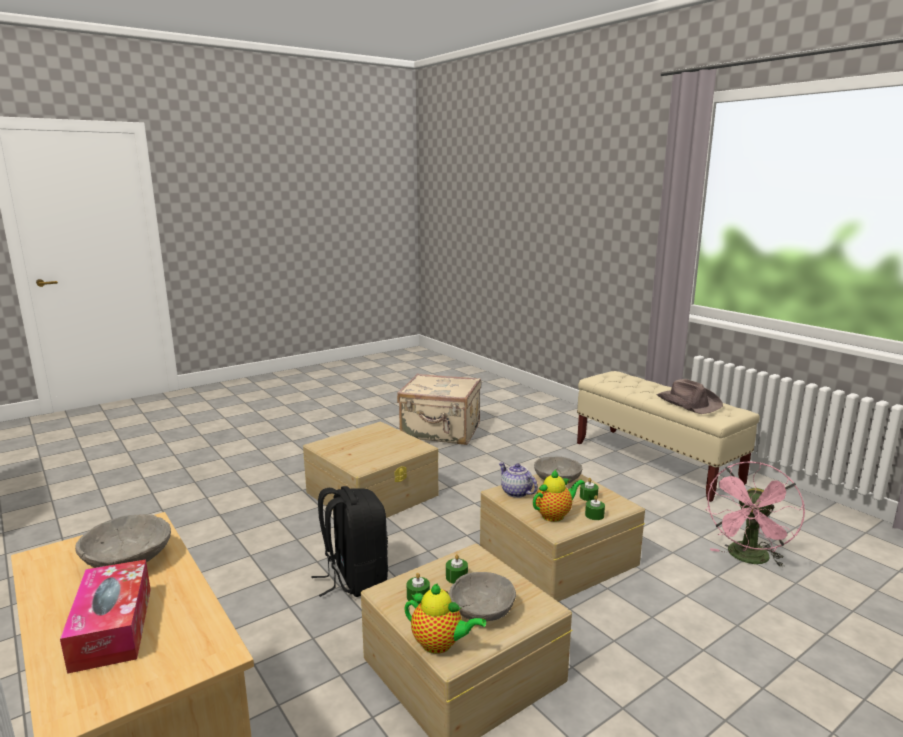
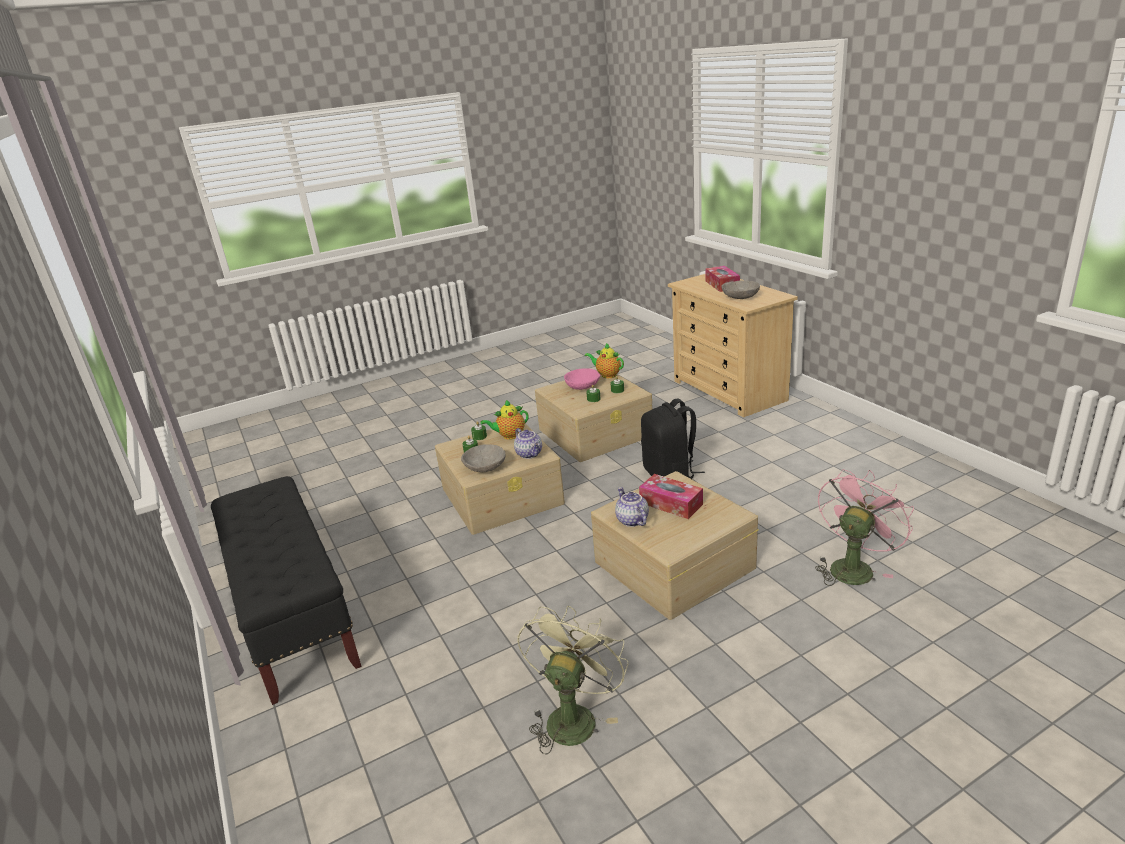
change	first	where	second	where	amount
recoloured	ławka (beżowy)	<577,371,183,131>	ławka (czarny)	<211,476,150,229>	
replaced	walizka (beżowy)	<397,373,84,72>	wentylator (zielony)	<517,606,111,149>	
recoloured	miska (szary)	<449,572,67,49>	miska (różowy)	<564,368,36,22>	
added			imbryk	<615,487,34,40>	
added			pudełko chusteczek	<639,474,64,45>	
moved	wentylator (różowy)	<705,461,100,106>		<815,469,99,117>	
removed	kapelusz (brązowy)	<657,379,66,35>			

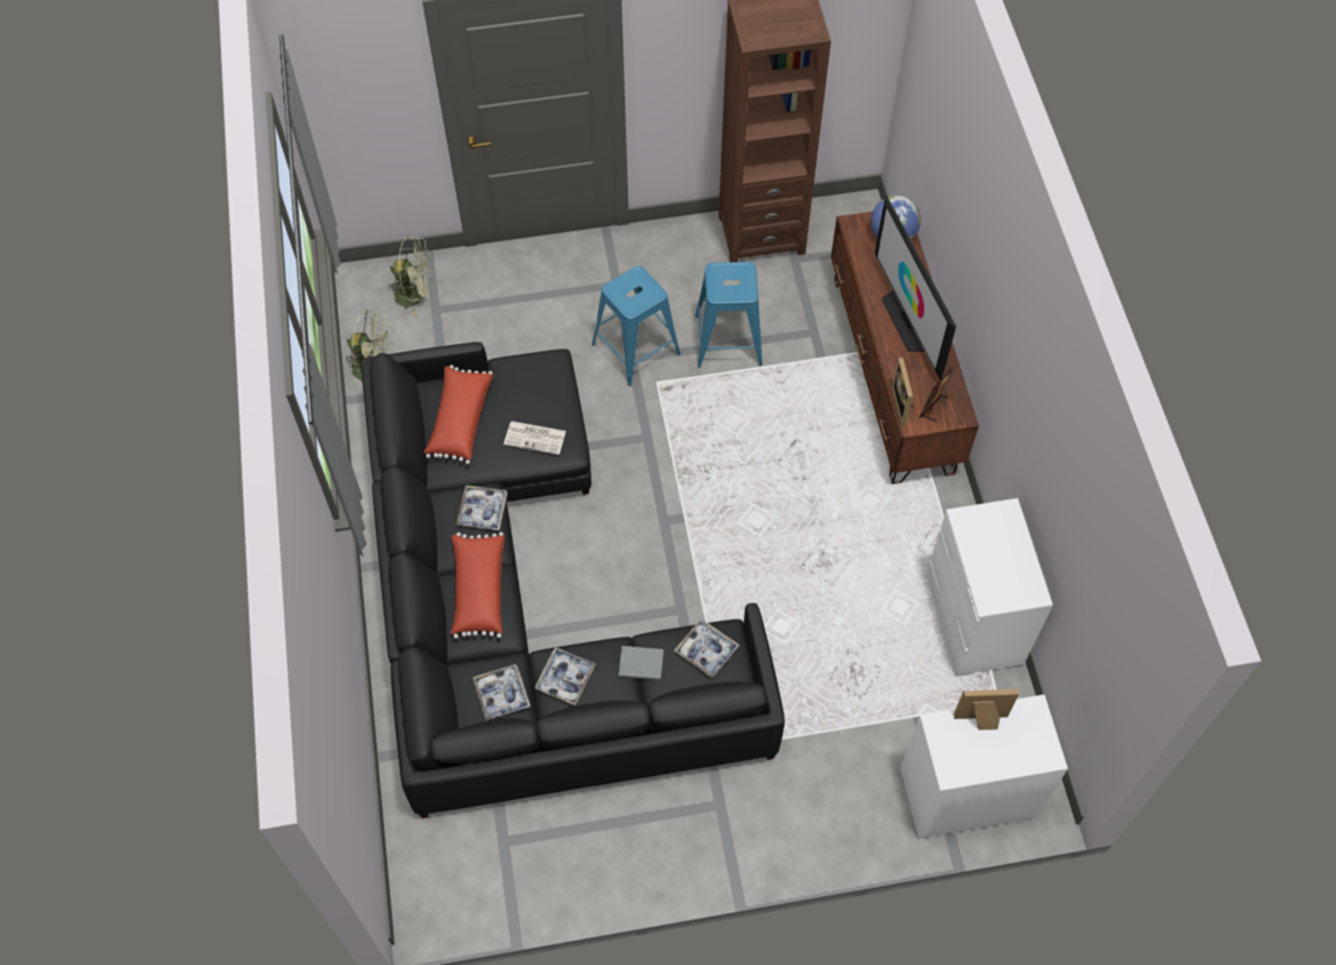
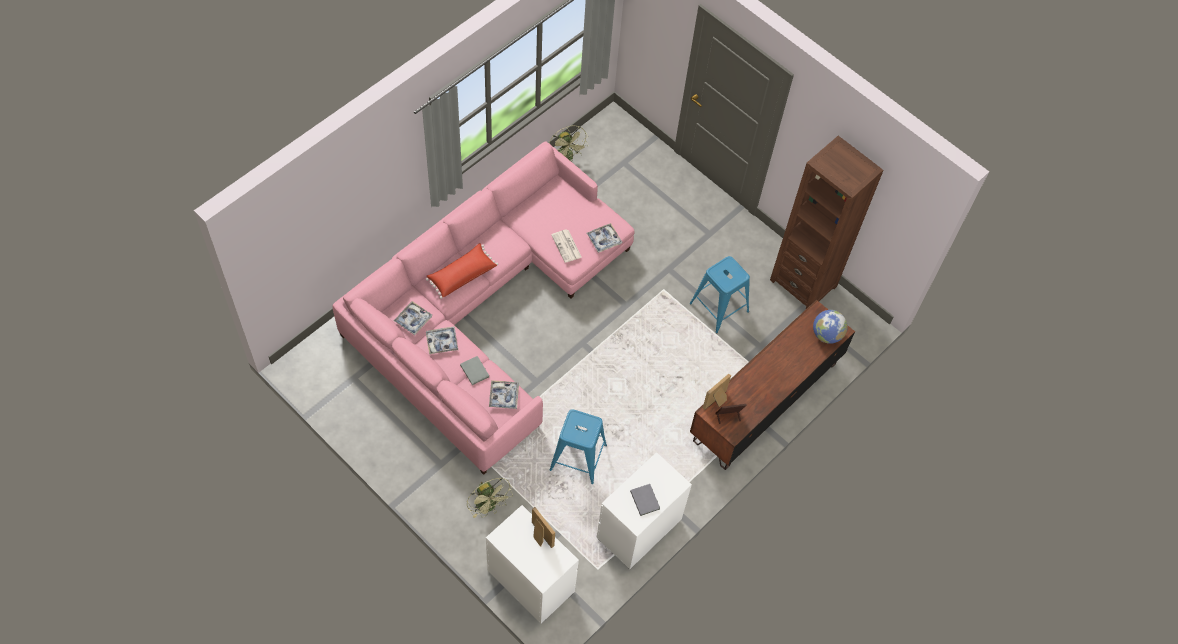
change	first	where	second	where	amount
recoloured	kanapa (czarny)	<361,342,424,476>	kanapa (różowy)	<332,141,303,334>	
moved	wentylator (zielony)	<387,236,47,81>		<467,478,46,40>	
moved	stołek (niebieski)	<592,266,89,120>		<550,409,57,75>	
moved	taca	<457,485,50,46>		<587,223,35,30>	
added			książka (szary)	<630,484,30,32>	
removed	poduszka (czerwony)	<424,365,69,99>			
removed	telewizor	<875,195,81,185>			

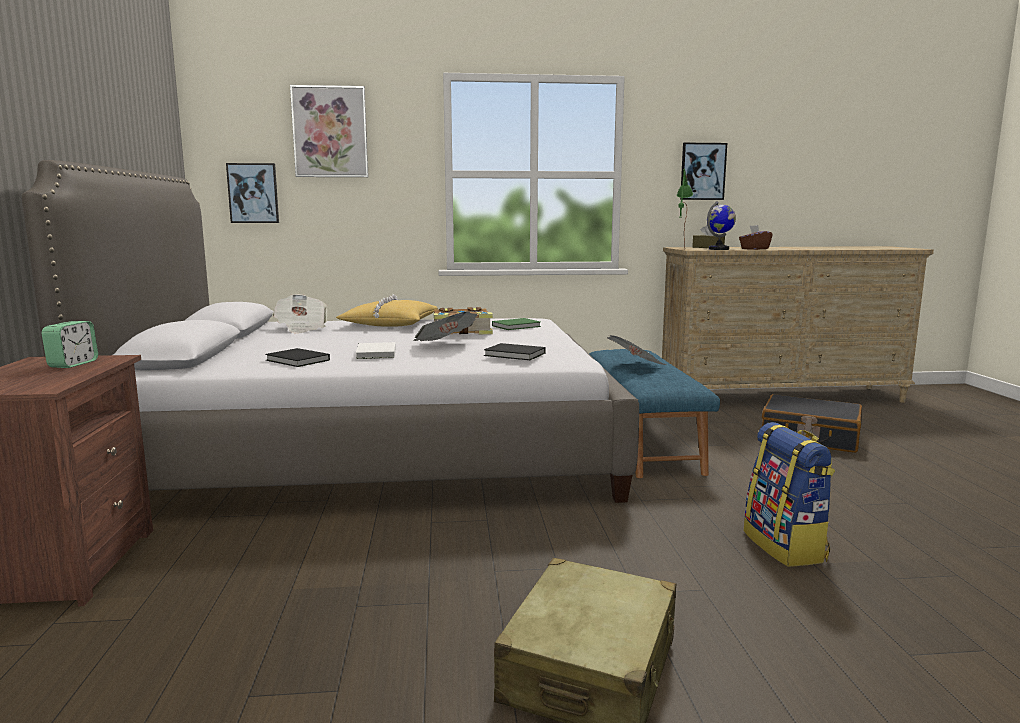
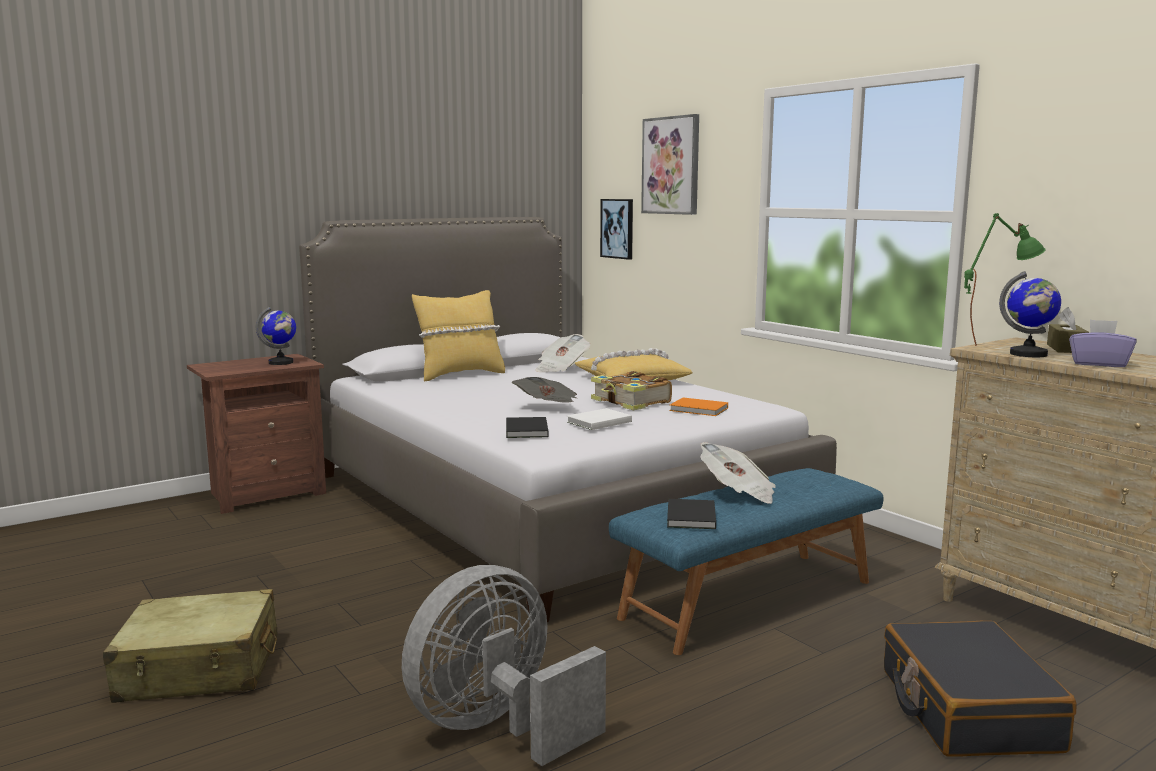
change	first	where	second	where	amount
replaced	budzik	<42,321,56,47>	globus	<256,307,40,58>	
replaced	plecak	<744,422,91,145>	wentylator (szary)	<402,565,204,201>	
added			poduszka (żółty)	<412,290,93,91>	
moved	książka (biały)	<355,342,41,17>		<567,408,65,22>	
moved	książka (czarny)	<265,348,65,19>		<667,499,49,30>	
recoloured	książka (zielony)	<492,318,49,12>	książka (pomarańczowy)	<669,398,59,18>	
recoloured	pudełko chusteczek (brązowy)	<739,225,34,25>	pudełko chusteczek (fioletowy)	<1069,320,67,47>	
removed	obraz	<680,143,47,57>			

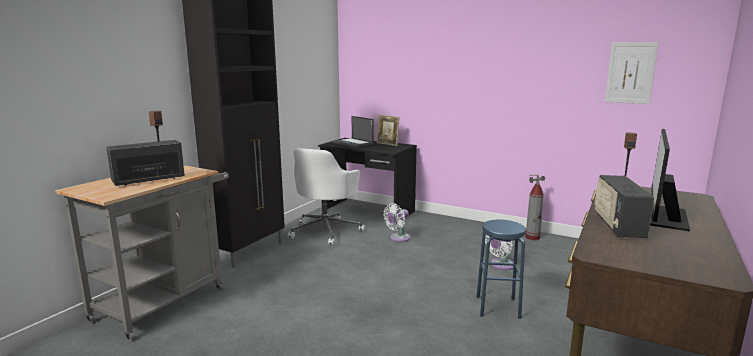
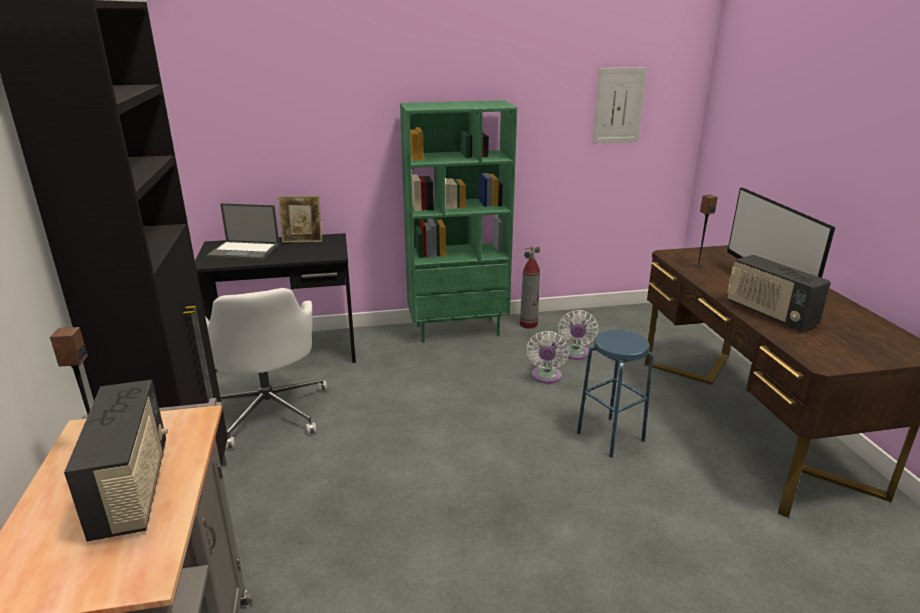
change	first	where	second	where	amount
turned	radio	<106,140,79,46>		<64,380,104,162>	150 degrees clockwise
added			regał (zielony)	<400,100,117,243>	
moved	wentylator (biały)	<383,203,28,39>		<558,310,40,50>	

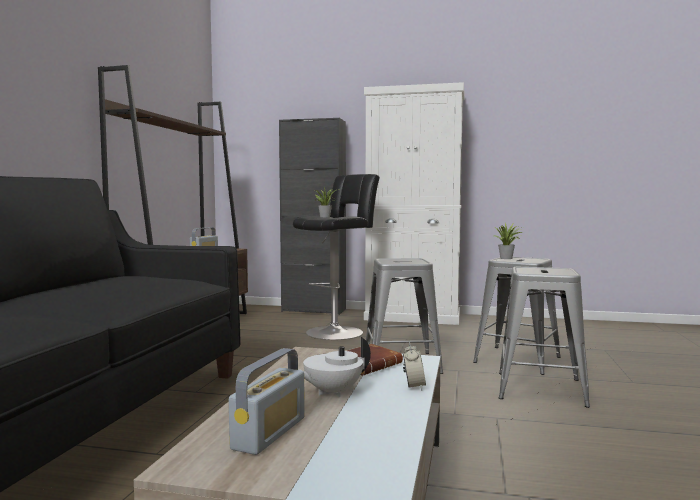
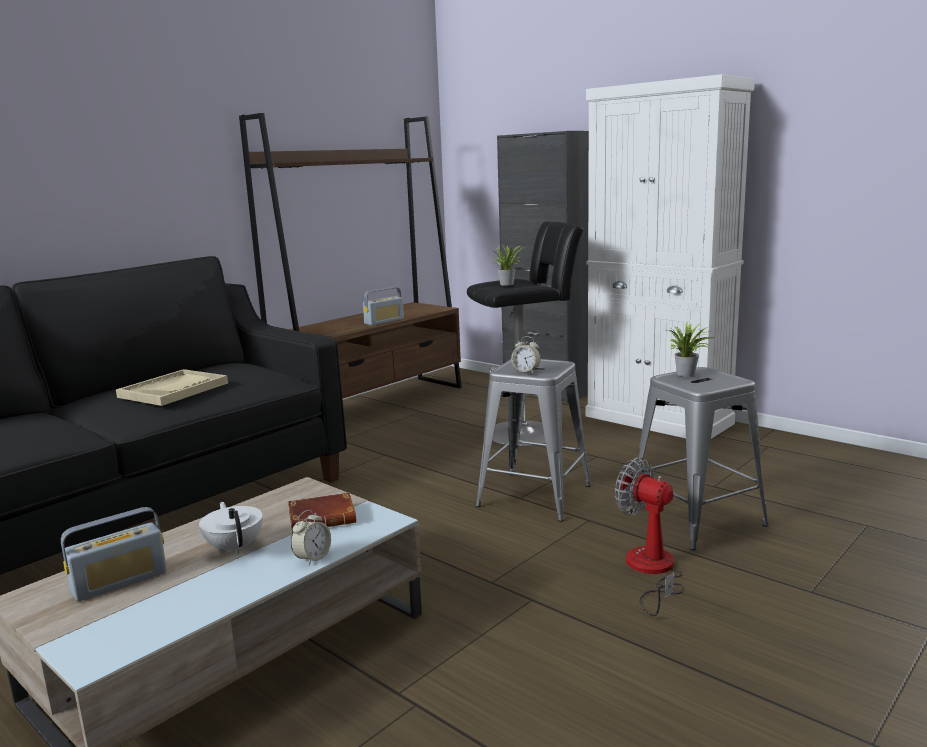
change	first	where	second	where	amount
added			taca (beżowy)	<116,369,112,37>	
turned	imbryk (biały)	<298,337,73,60>		<199,502,64,52>	60 degrees clockwise
added			budzik	<511,336,30,37>	
replaced	stołek (szary)	<499,267,91,141>	wentylator	<615,457,69,159>	

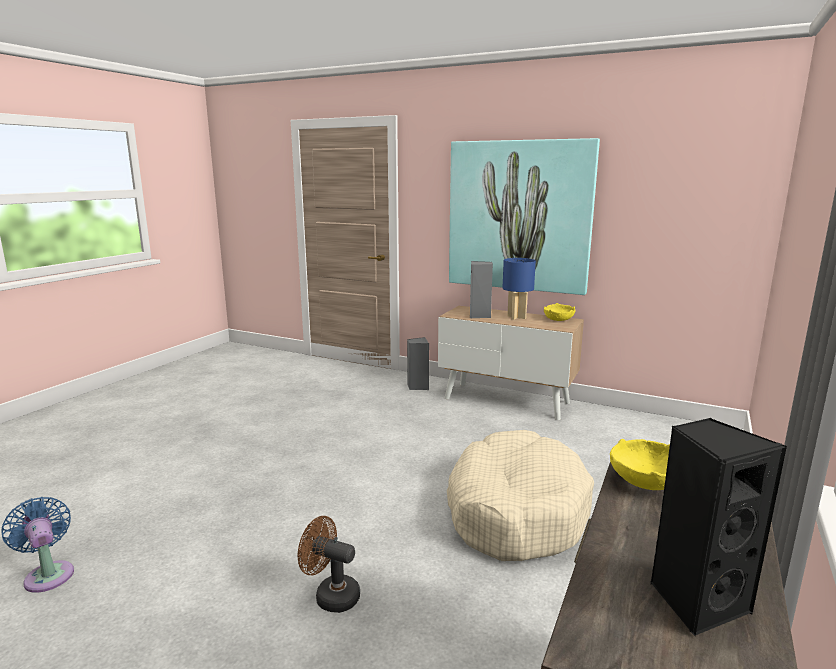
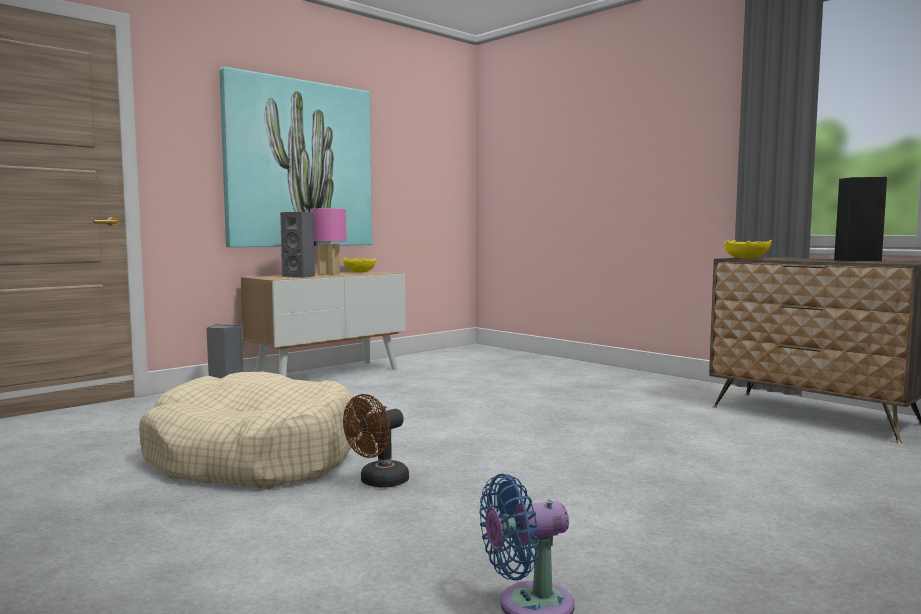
change	first	where	second	where	amount
moved	legowisko (beżowy)	<447,430,147,131>		<139,372,216,117>	
recoloured	lampa stołowa (niebieski)	<502,258,34,62>	lampa stołowa (różowy)	<310,208,36,67>	
moved	wentylator (brązowy)	<298,516,62,97>		<343,394,66,94>	

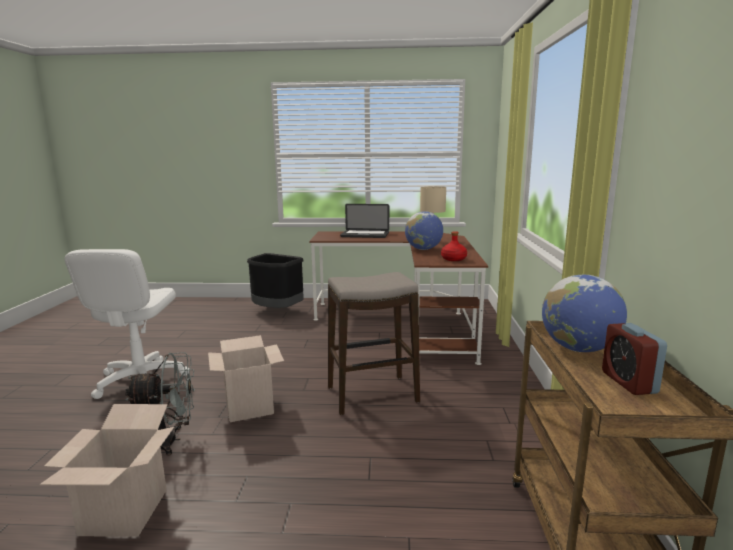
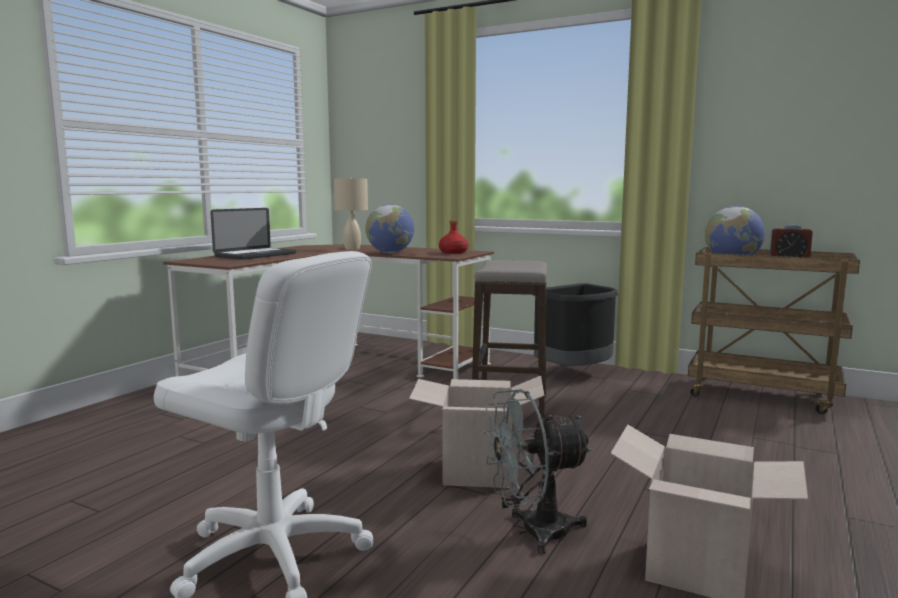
change	first	where	second	where	amount
turned	wentylator (szary)	<125,352,70,103>		<483,389,109,165>	120 degrees counterclockwise
moved	kosz na śmieci (czarny)	<247,253,57,55>		<533,283,85,83>	

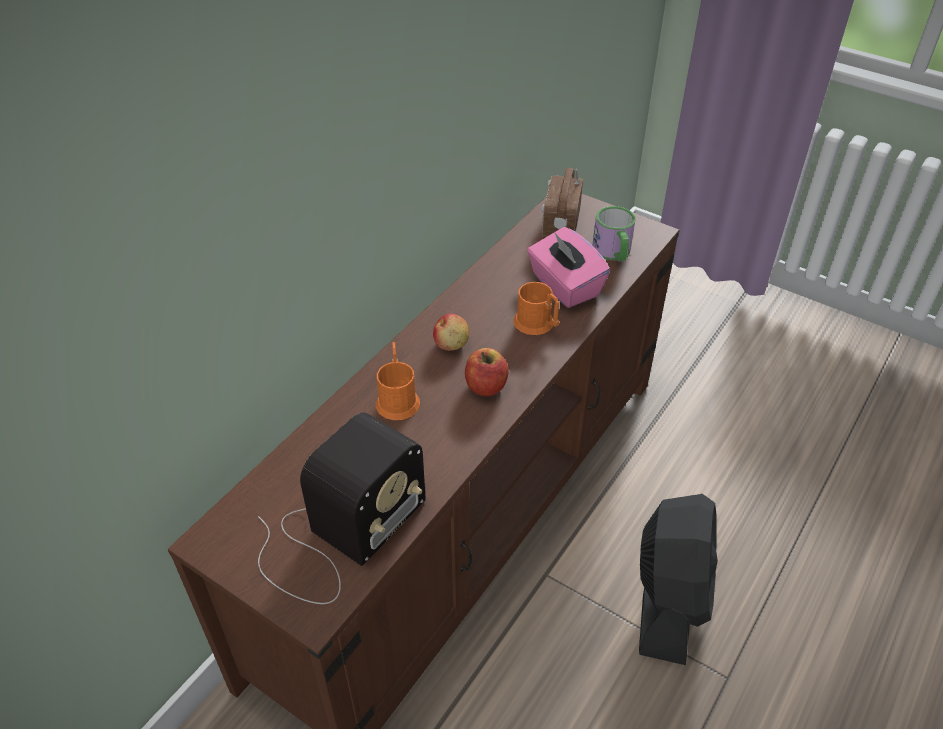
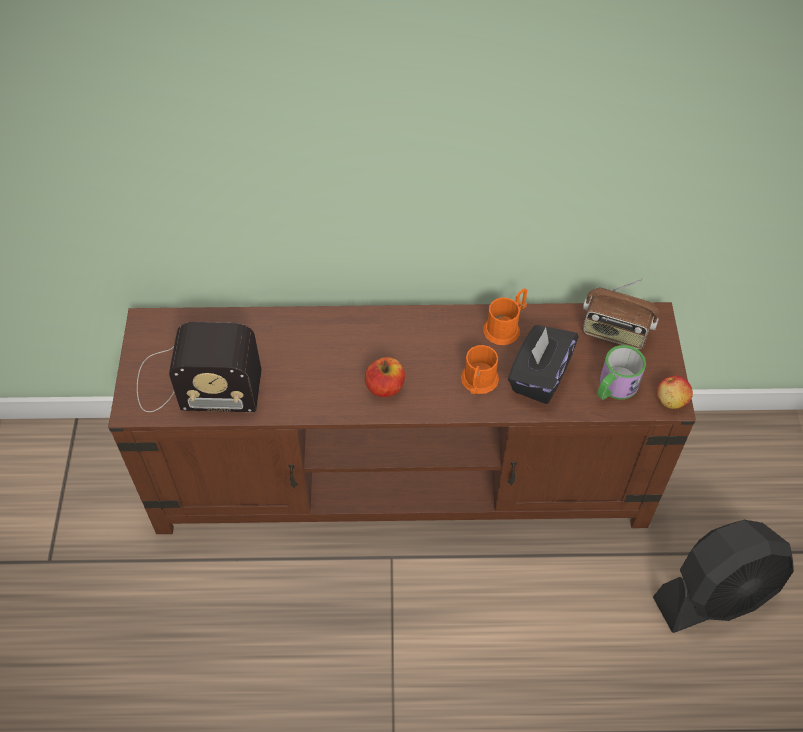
change	first	where	second	where	amount
moved	kubek (pomarańczowy)	<376,342,44,78>		<483,289,44,56>	
recoloured	pudełko chusteczek (różowy)	<527,227,83,81>	pudełko chusteczek (czarny)	<508,325,71,79>	
turned	radio	<542,168,41,70>		<583,279,76,71>	135 degrees counterclockwise
moved	wentylator (czarny)	<639,494,79,171>		<653,520,141,113>	
moved	jabłko	<433,314,36,37>		<656,376,37,33>	

